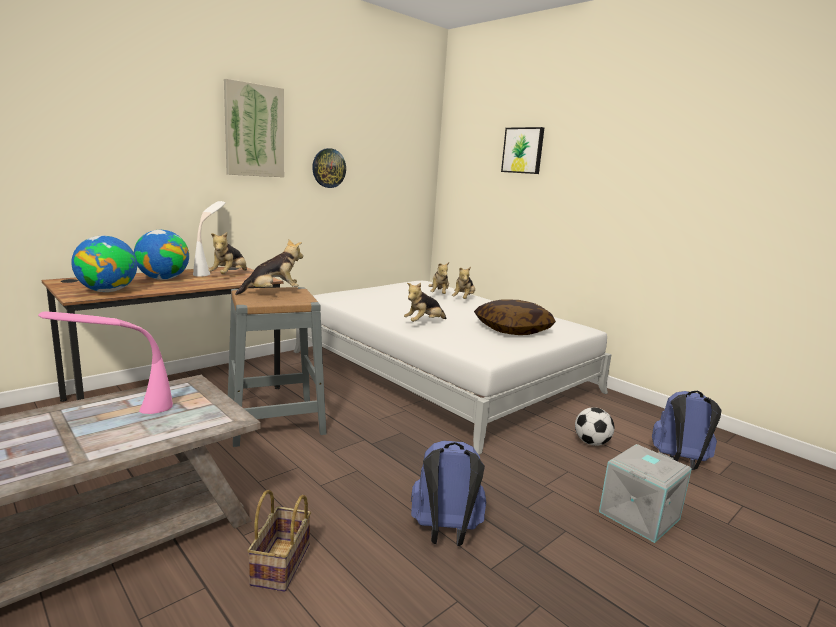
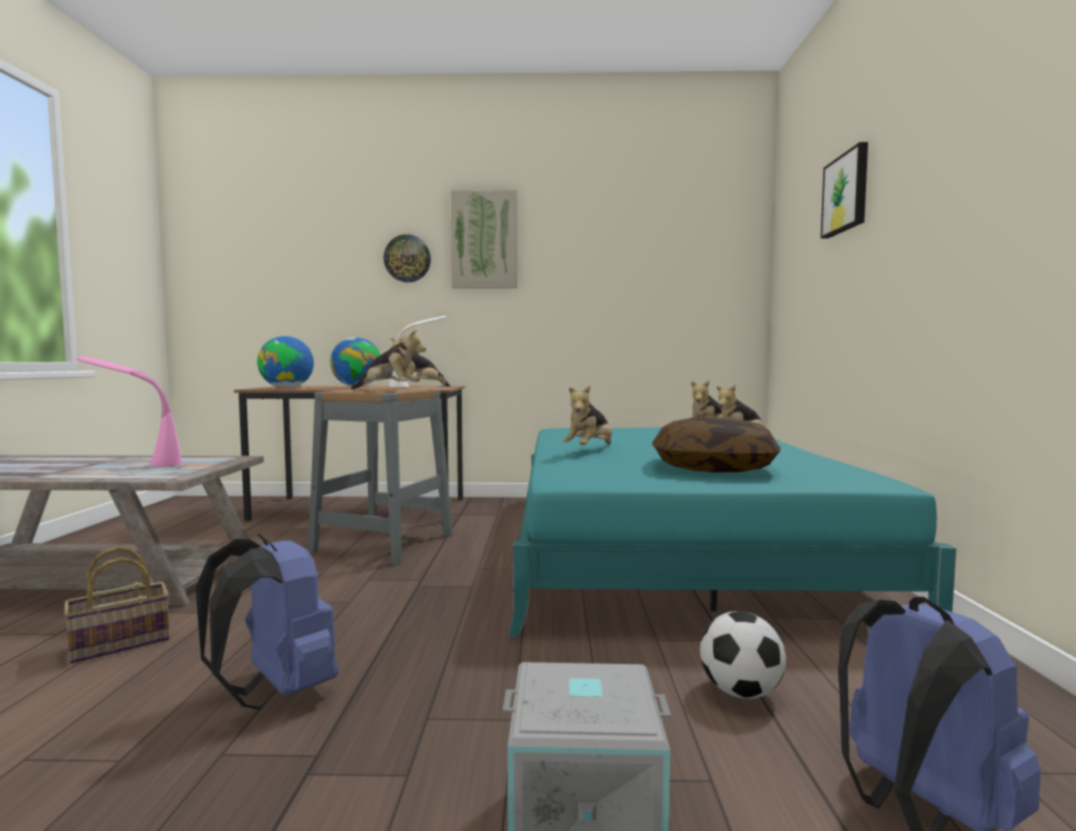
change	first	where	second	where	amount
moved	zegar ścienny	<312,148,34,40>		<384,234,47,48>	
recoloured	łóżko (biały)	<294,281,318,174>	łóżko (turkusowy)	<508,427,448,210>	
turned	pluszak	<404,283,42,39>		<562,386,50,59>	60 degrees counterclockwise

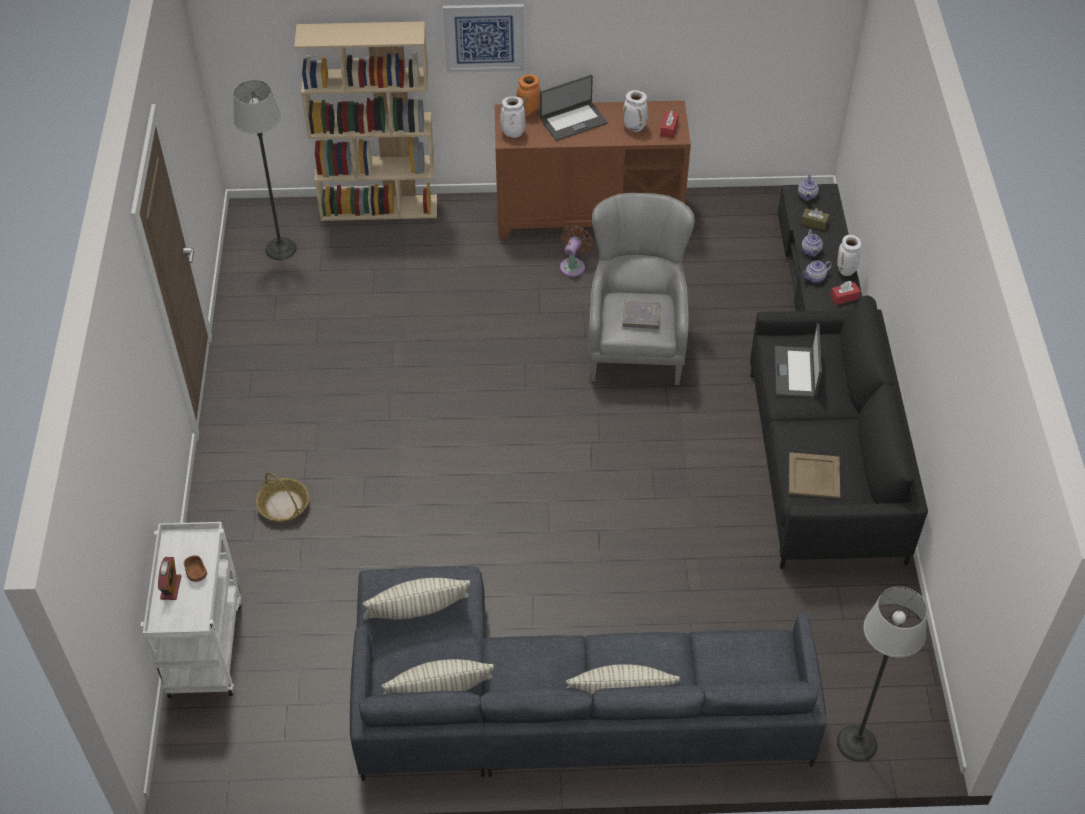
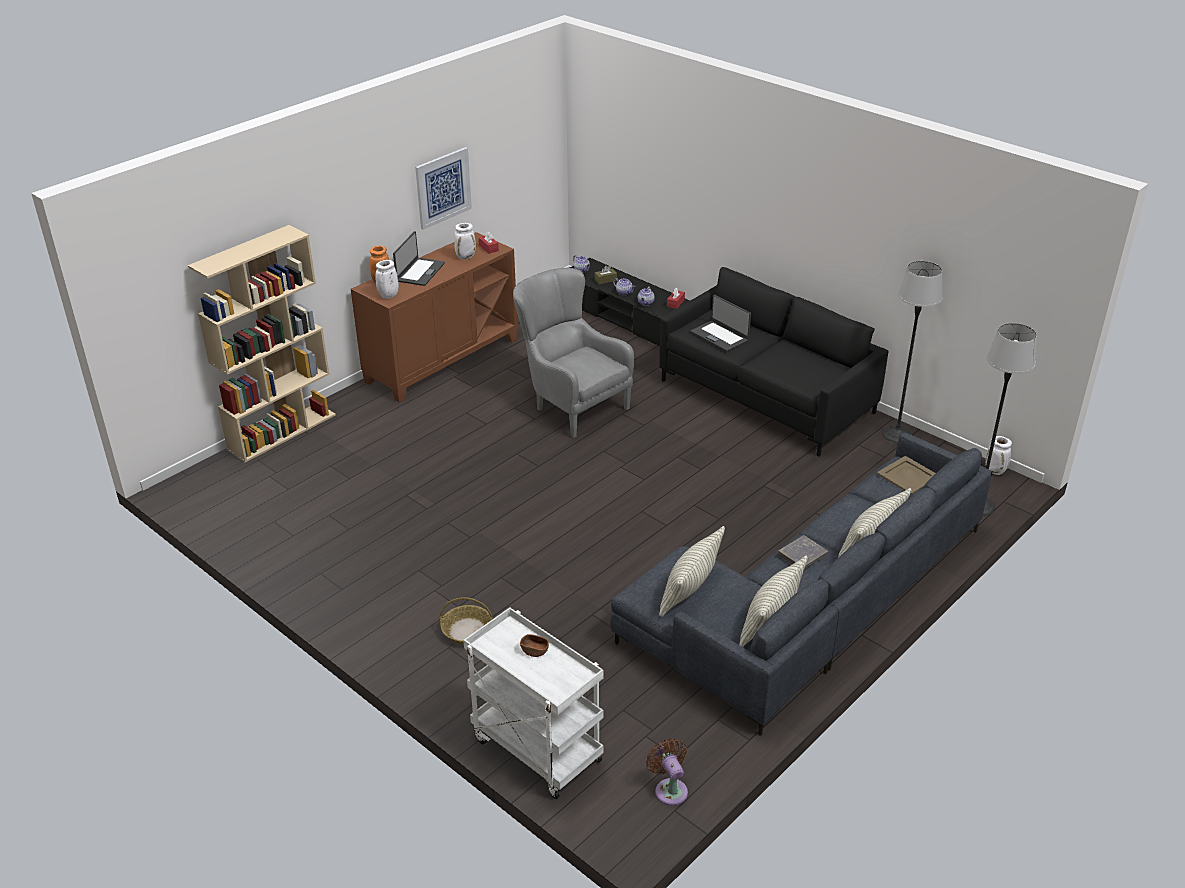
change	first	where	second	where	amount
moved	obraz	<443,4,81,69>		<415,147,57,83>	
moved	wentylator (brązowy)	<560,225,33,52>		<646,738,42,68>	
moved	książka (szary)	<623,300,38,29>		<778,535,50,35>	
moved	taca (beżowy)	<789,452,51,46>		<877,456,59,39>	
moved	lampa stojąca	<233,80,64,180>		<882,261,61,183>	
moved	wazon (biały)	<837,235,24,41>		<985,436,27,39>	
removed	budzik	<158,557,23,43>			

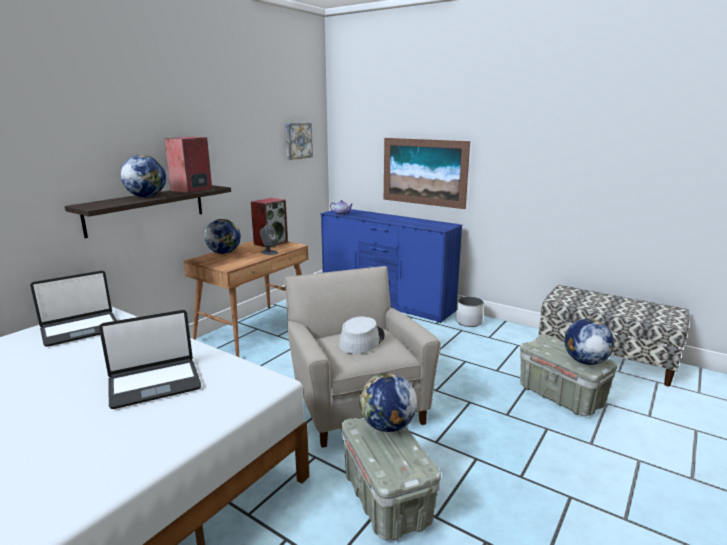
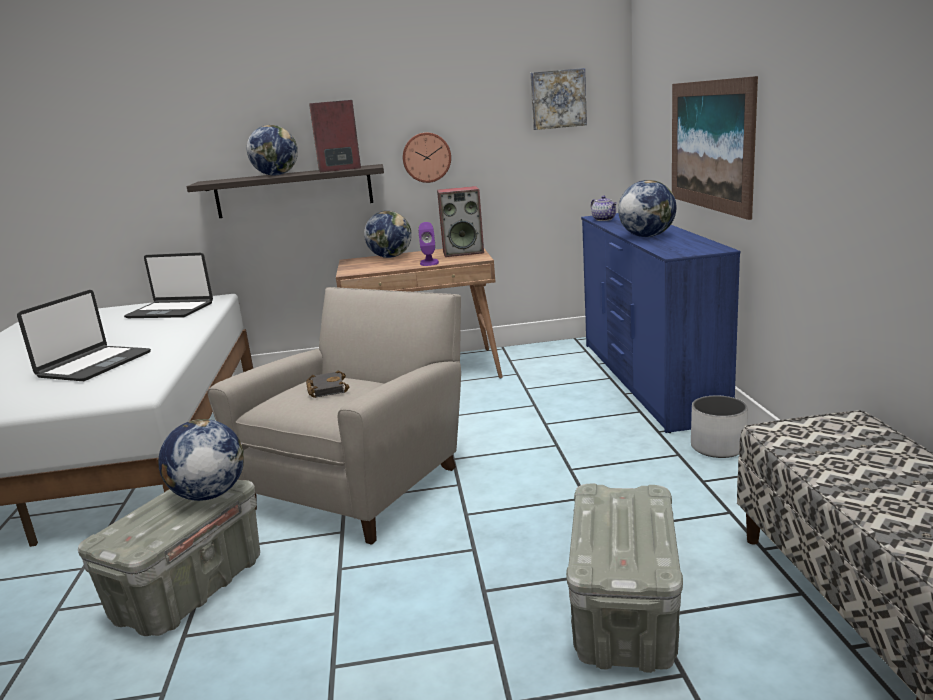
change	first	where	second	where	amount
turned	laptop	<99,310,102,99>		<17,290,134,91>	90 degrees counterclockwise
replaced	kapelusz (szary)	<339,316,46,38>	książka (czarny)	<306,371,43,27>	
added			zegar ścienny	<403,132,48,51>	
recoloured	głośnik (szary)	<260,225,18,30>	głośnik (fioletowy)	<418,222,21,44>	
moved	globus	<564,319,51,46>		<618,180,58,57>	

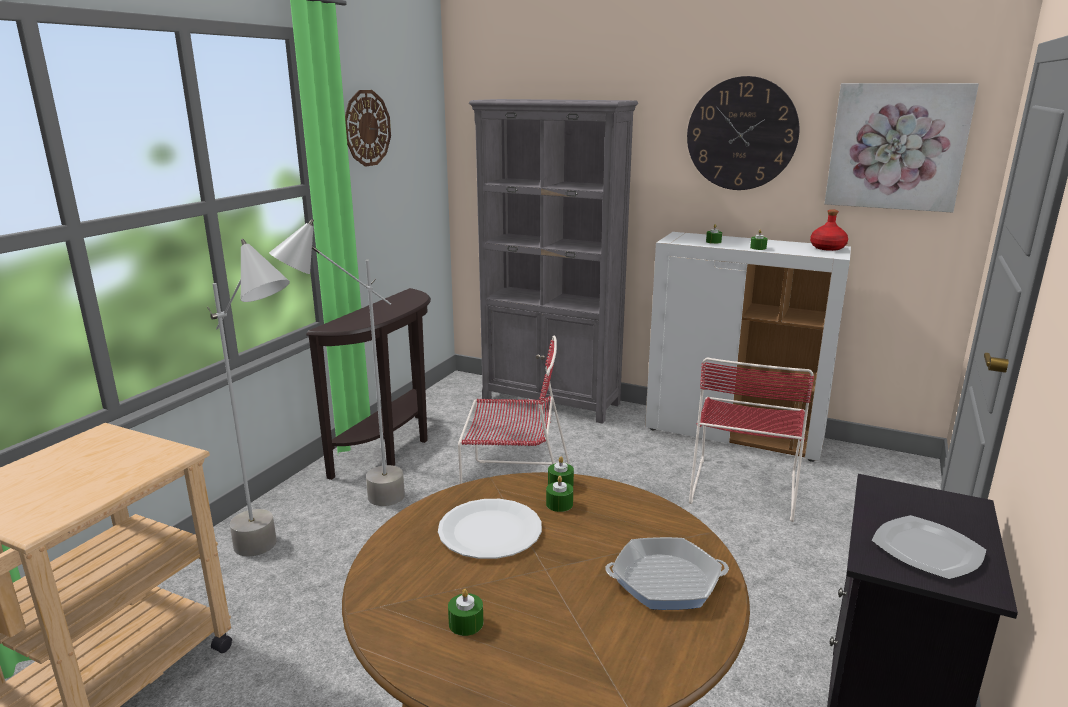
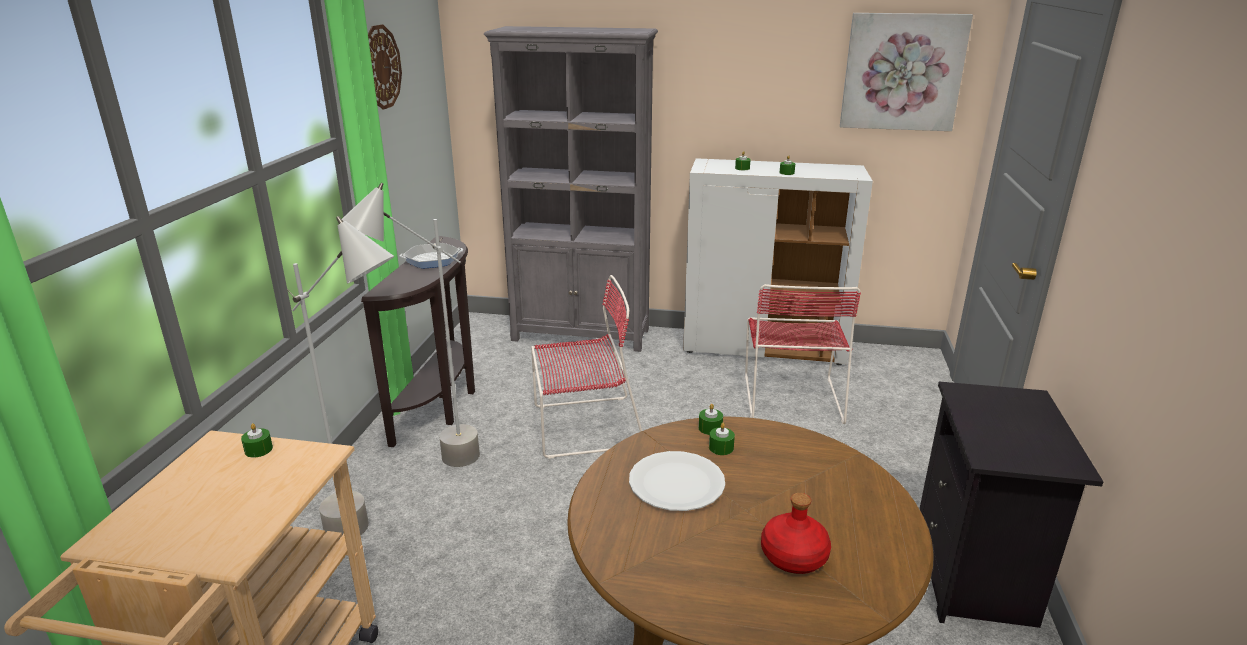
change	first	where	second	where	amount
moved	świeca (zielony)	<448,589,35,47>		<241,423,32,35>	
moved	patelnia	<605,537,124,73>		<400,243,63,26>	
moved	butelka (czerwony)	<810,210,38,41>		<761,493,70,81>	
removed	zegar ścienny	<687,76,112,114>			
removed	talerz	<872,515,114,64>			

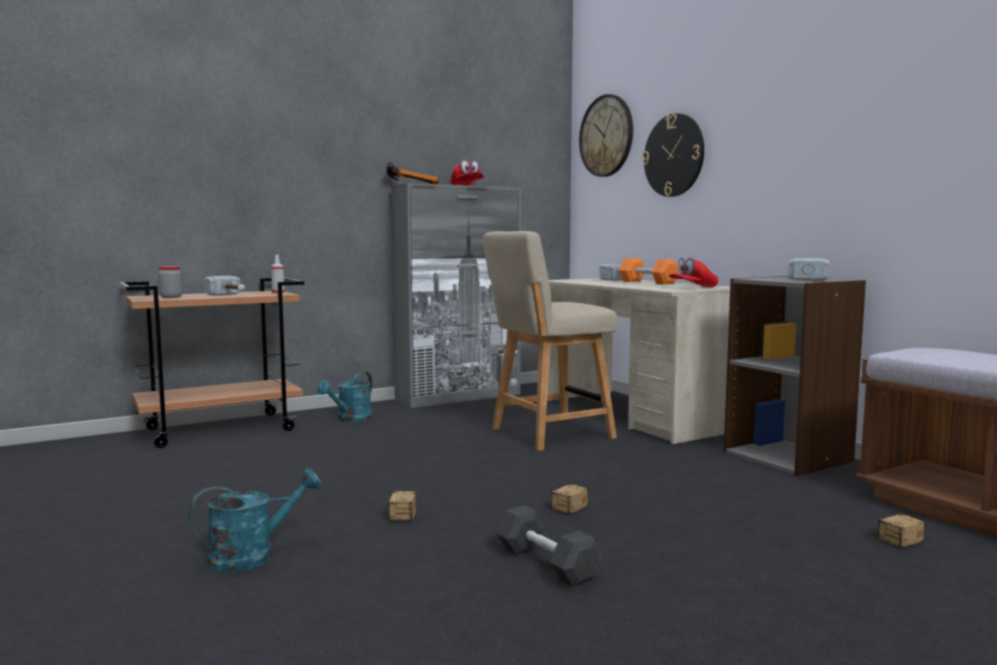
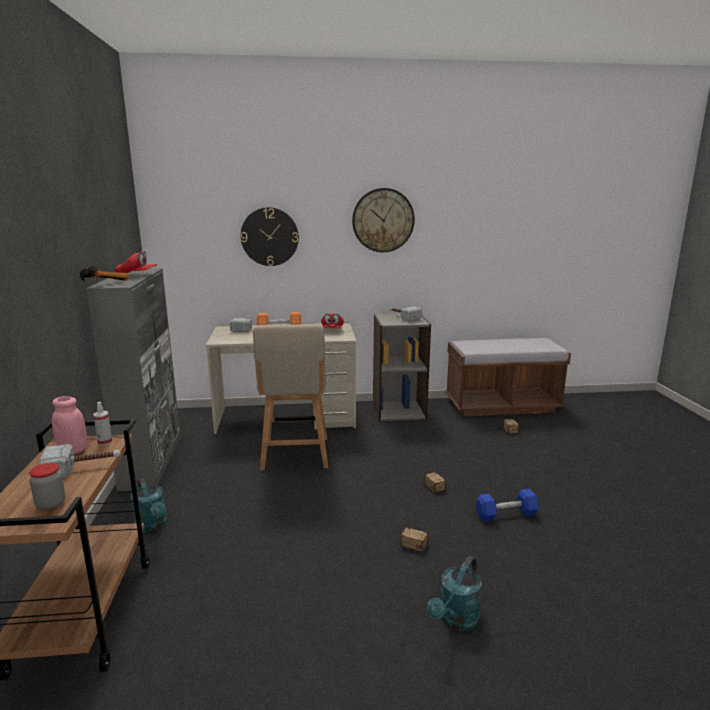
change	first	where	second	where	amount
added			słoik (różowy)	<52,396,35,58>	
moved	zegar ścienny	<579,94,54,83>		<352,188,63,64>	
turned	konewka (turkusowy)	<189,469,133,104>		<427,556,55,75>	135 degrees counterclockwise
recoloured	hantel (czarny)	<496,505,105,82>	hantel (niebieski)	<475,489,64,33>	

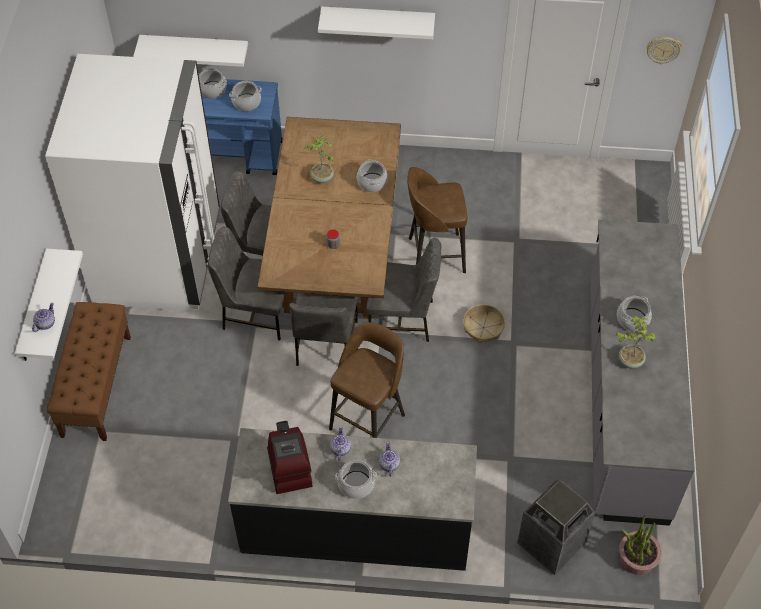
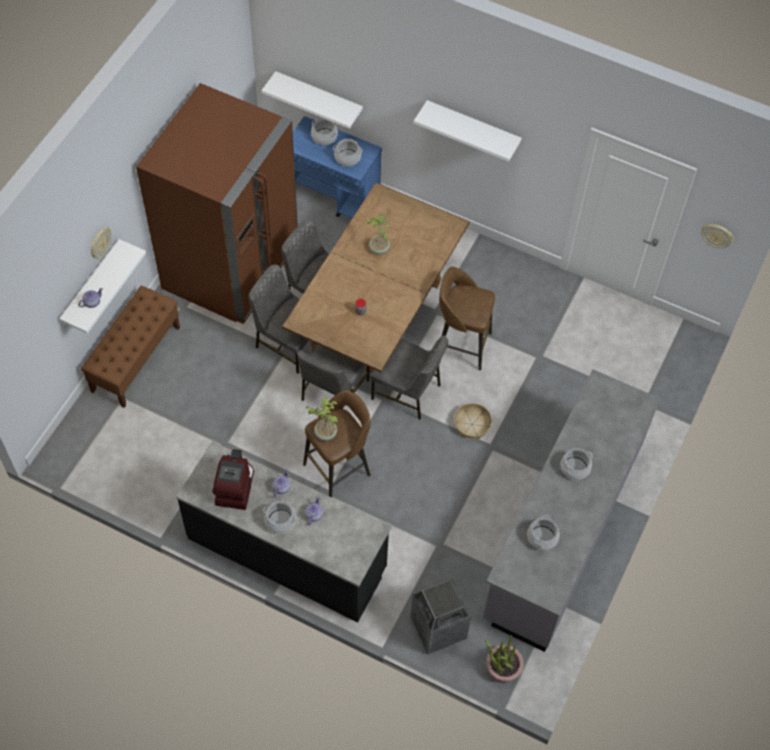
change	first	where	second	where	amount
added			zegar ścienny	<91,227,21,32>	
recoloured	lodówka (biały)	<45,54,175,257>	lodówka (brązowy)	<136,83,162,241>	
moved	roślina doniczkowa	<616,316,41,53>		<306,397,32,44>	
moved	garnek	<357,159,31,33>		<527,515,32,35>	

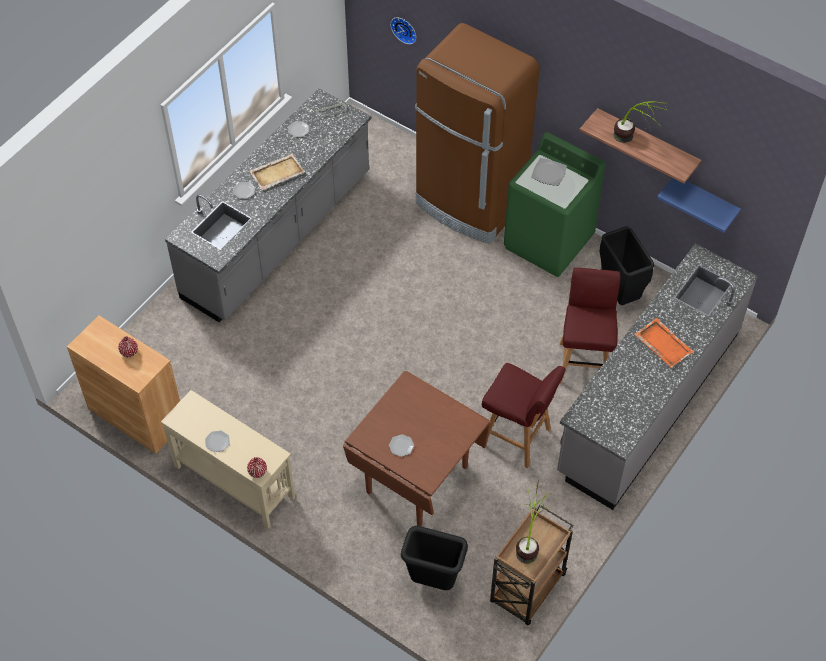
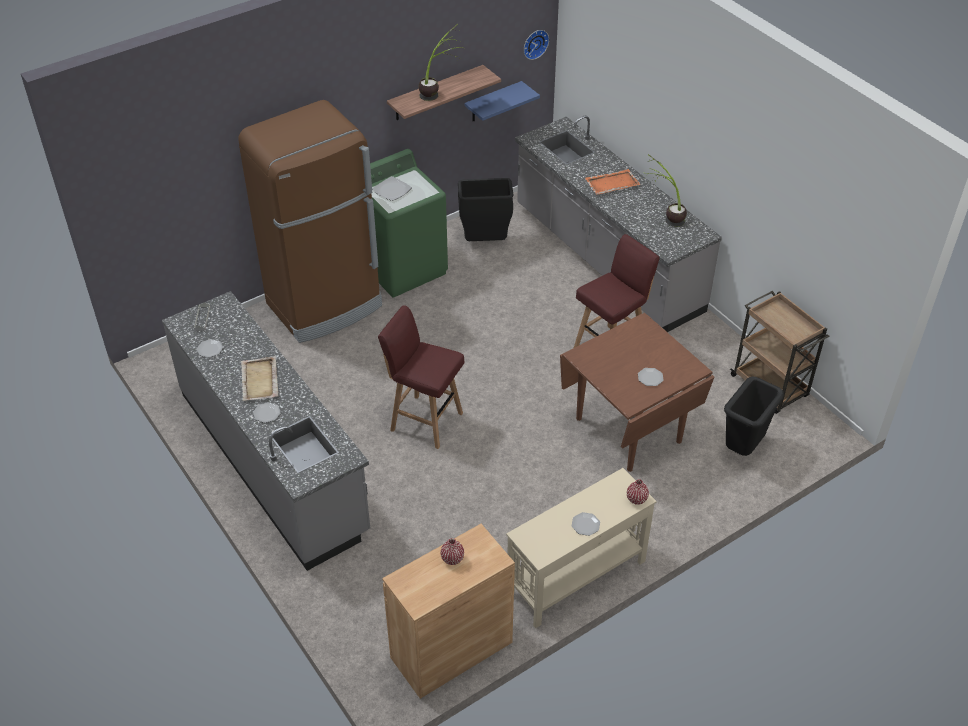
change	first	where	second	where	amount
moved	stołek (czerwony)	<560,268,61,116>		<378,305,86,144>	
moved	zegar ścienny	<390,17,26,27>		<524,30,25,30>	
moved	roślina doniczkowa	<516,480,32,84>		<648,154,39,73>	

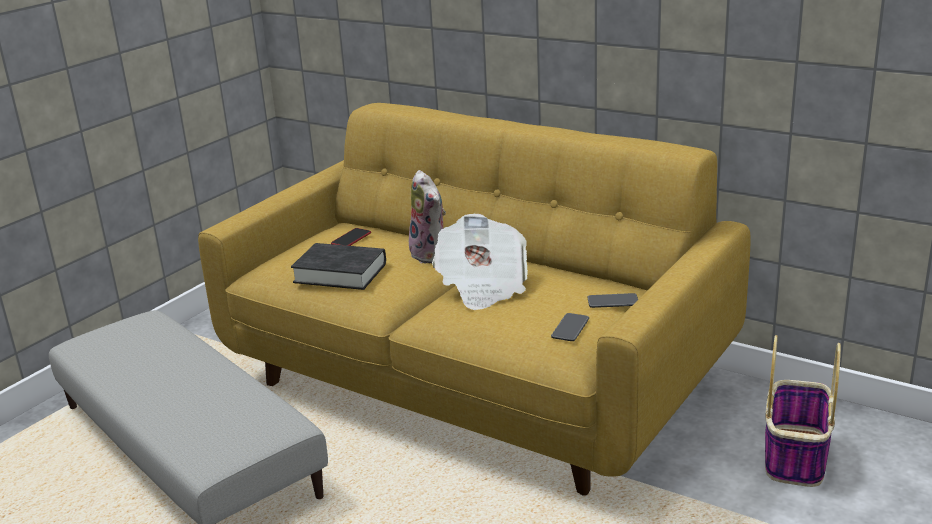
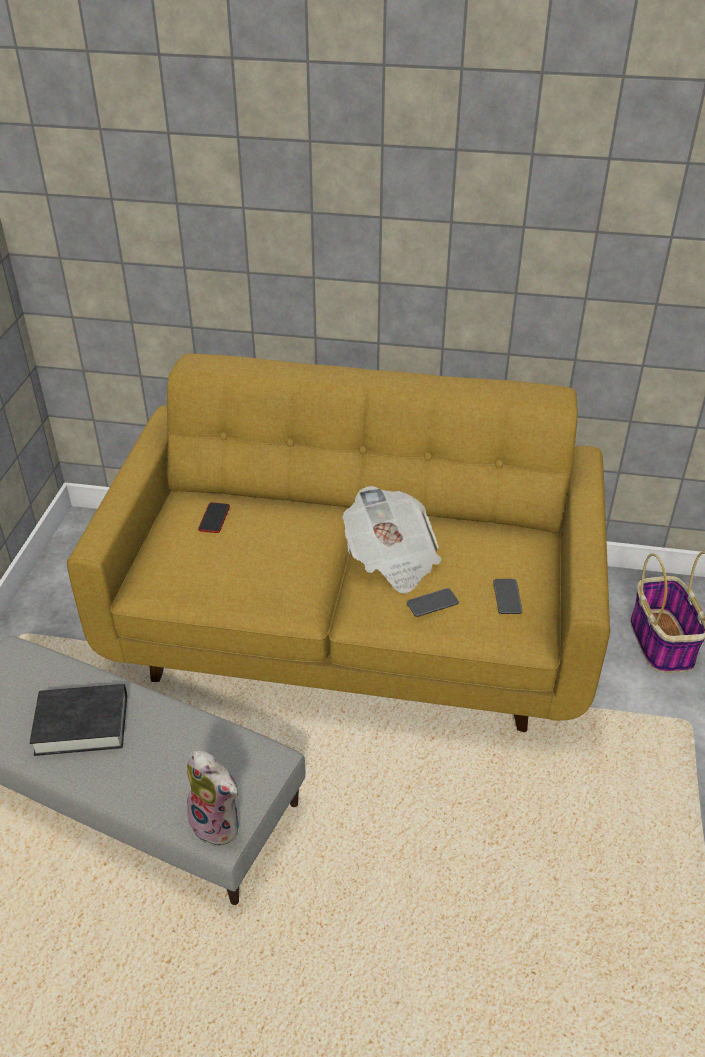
change	first	where	second	where	amount
moved	książka (czarny)	<291,243,95,47>		<30,684,97,72>	
moved	pluszak	<409,170,37,94>		<187,750,52,97>	
moved	telefon	<588,293,50,15>		<407,588,52,29>	

